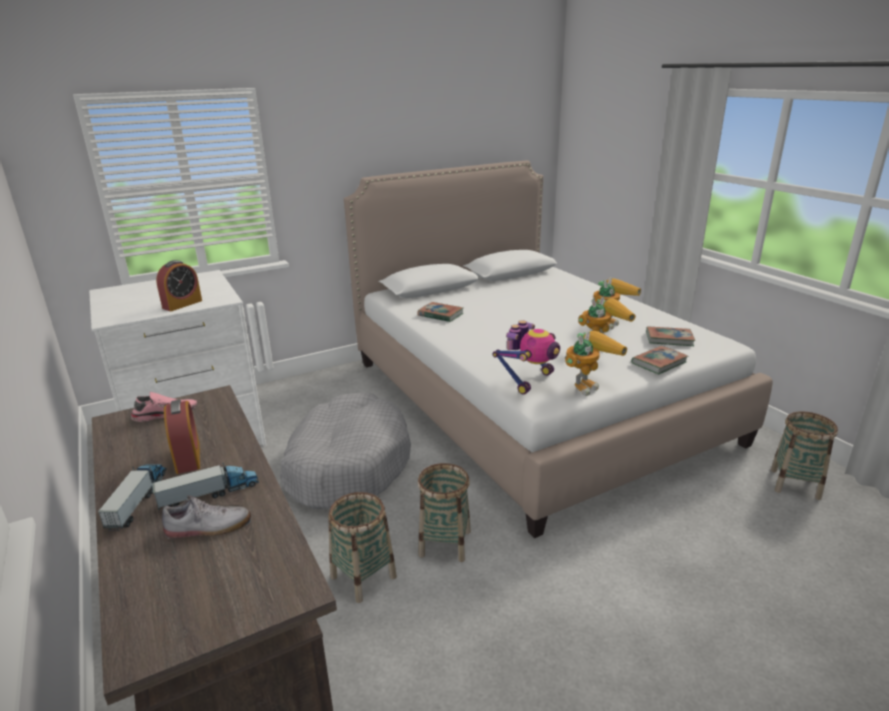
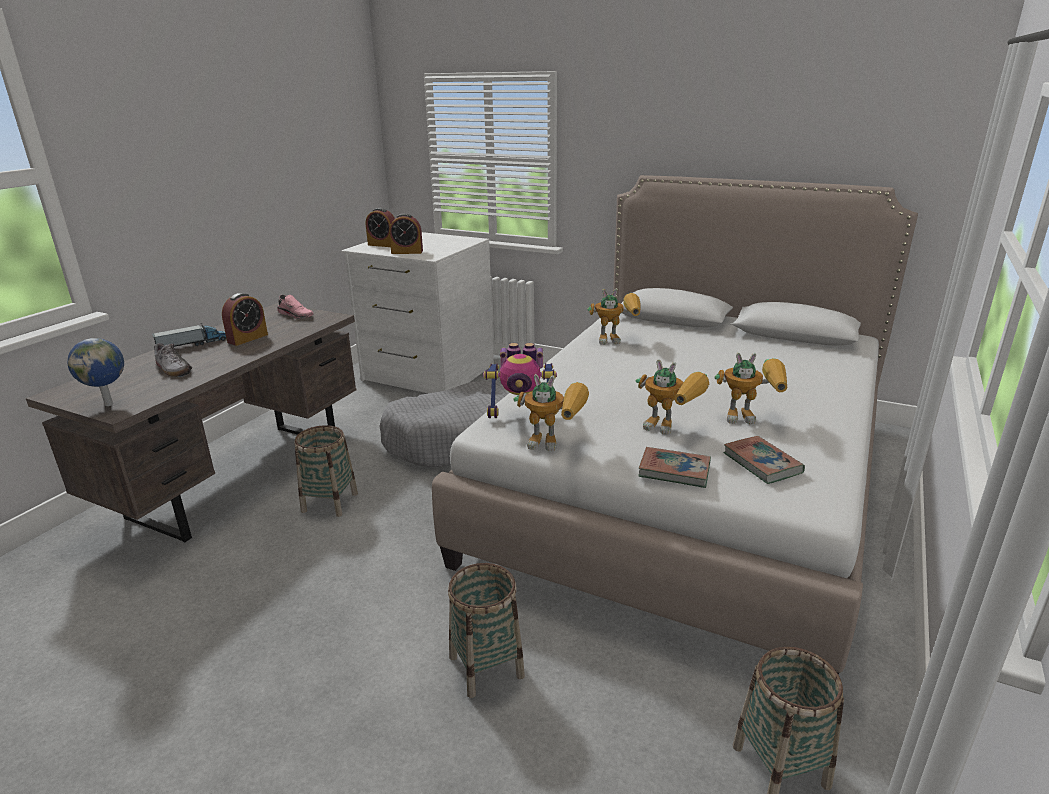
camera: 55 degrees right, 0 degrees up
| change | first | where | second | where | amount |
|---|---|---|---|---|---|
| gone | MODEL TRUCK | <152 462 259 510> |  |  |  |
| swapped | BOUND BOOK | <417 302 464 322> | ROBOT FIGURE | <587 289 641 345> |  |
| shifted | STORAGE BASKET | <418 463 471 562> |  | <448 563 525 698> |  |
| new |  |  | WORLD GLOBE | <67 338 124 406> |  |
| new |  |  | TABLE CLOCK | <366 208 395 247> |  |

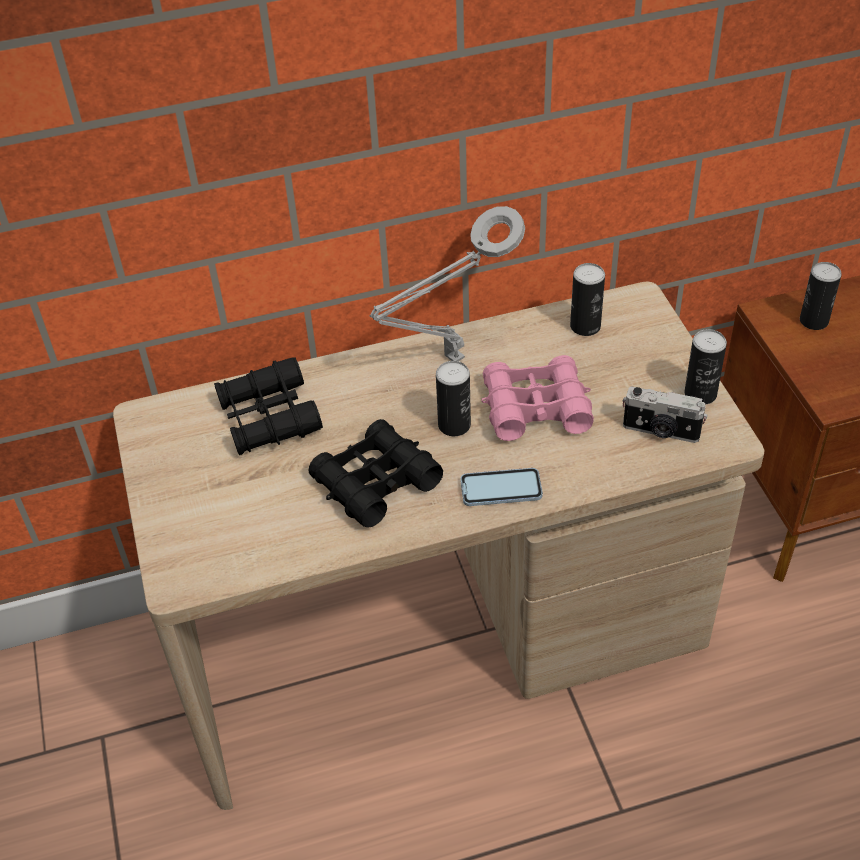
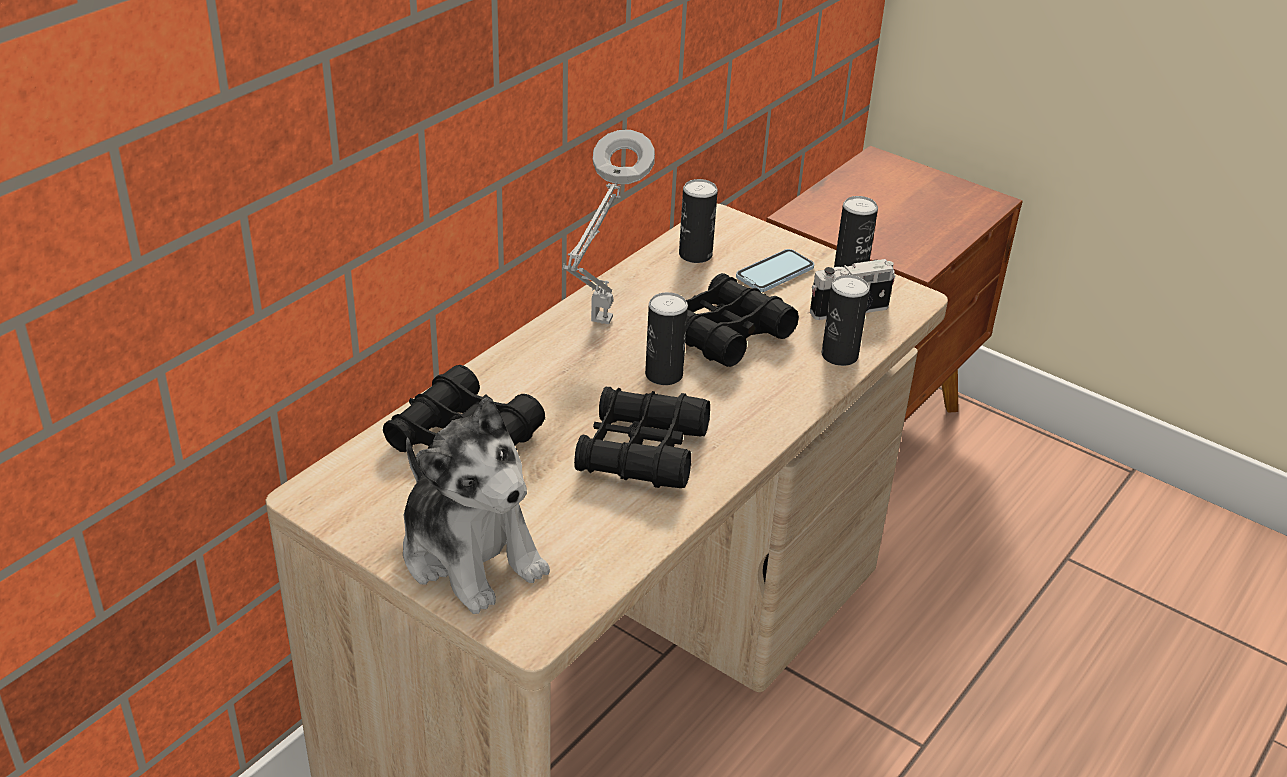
camera: 40 degrees left, 10 degrees down
| change | first | where | second | where | amount |
|---|---|---|---|---|---|
| shifted | TELEPHONE | <460 468 543 506> |  | <736 249 814 292> |  |
| repainted | PINK PAIR OF BINOCULARS | <481 355 594 441> | BLACKISH PAIR OF BINOCULARS | <685 273 799 367> |  |
| shifted | CAN | <800 262 842 330> |  | <822 275 869 366> |  |
| new |  |  | CUDDLY TOY | <403 397 550 614> |  |

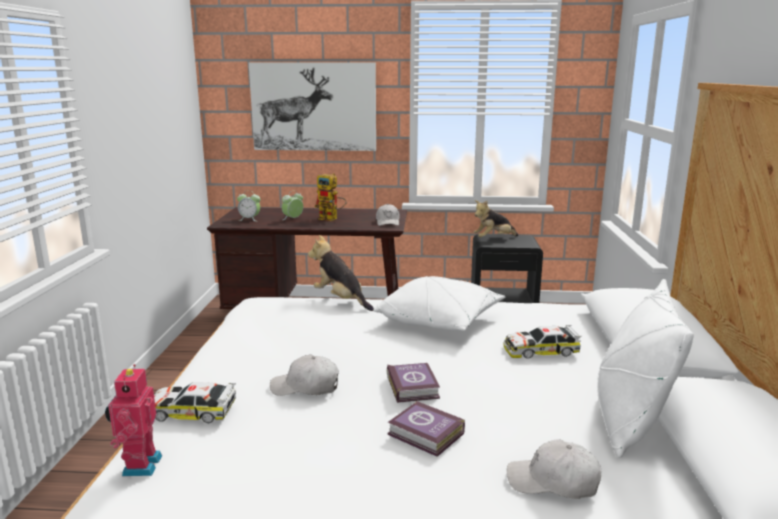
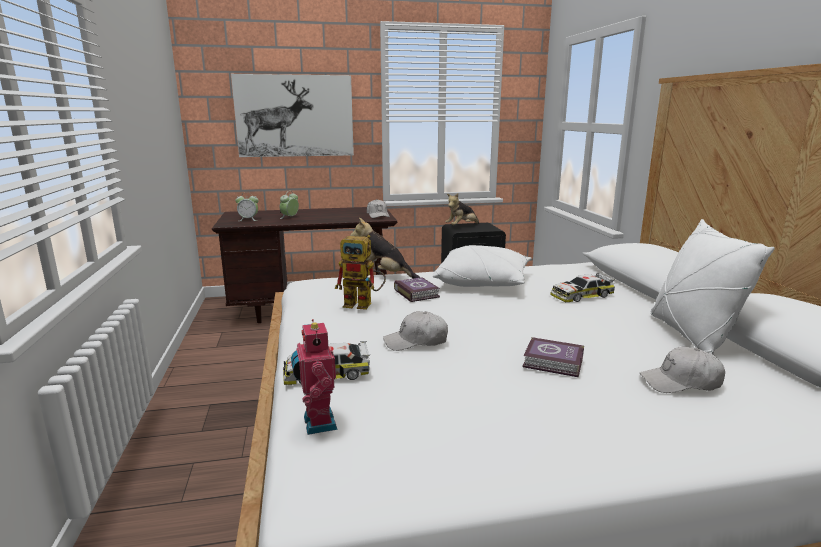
camera: 15 degrees left, 0 degrees up
| change | first | where | second | where | amount |
|---|---|---|---|---|---|
| shifted | ROBOT FIGURE | <315 173 347 221> |  | <335 235 386 310> |  |
| shifted | BOUND BOOK | <387 363 440 403> |  | <394 277 440 302> |  |

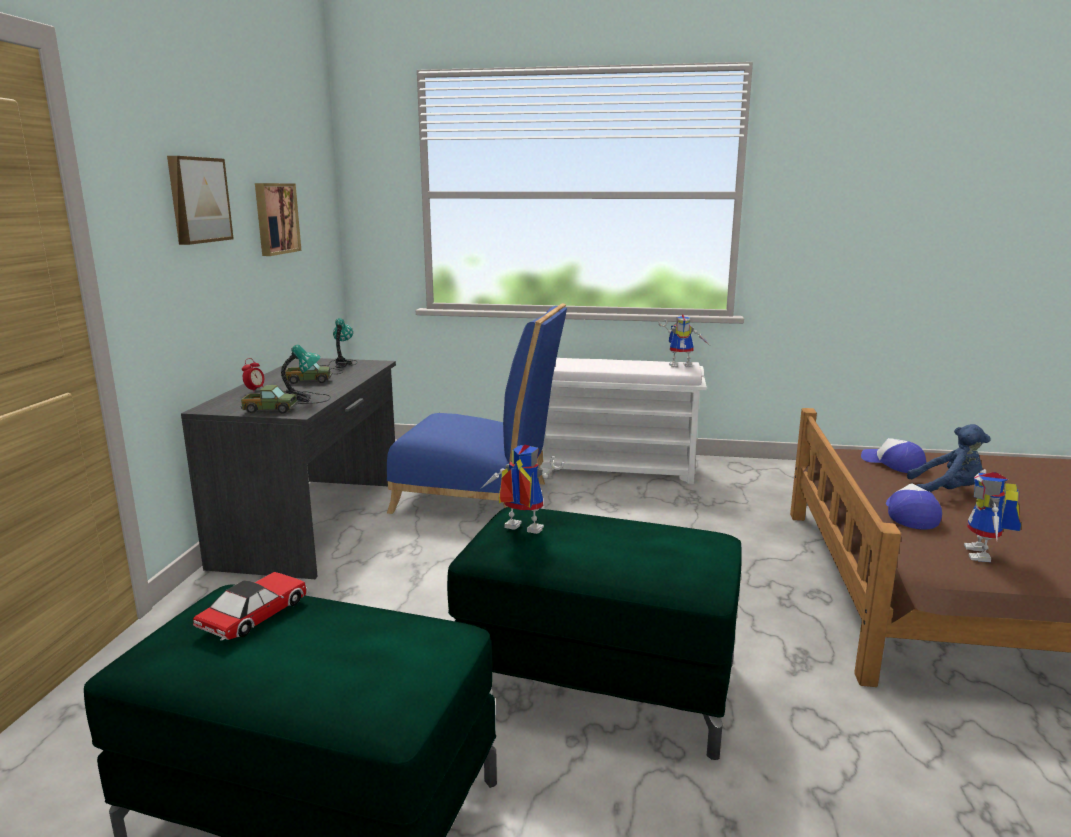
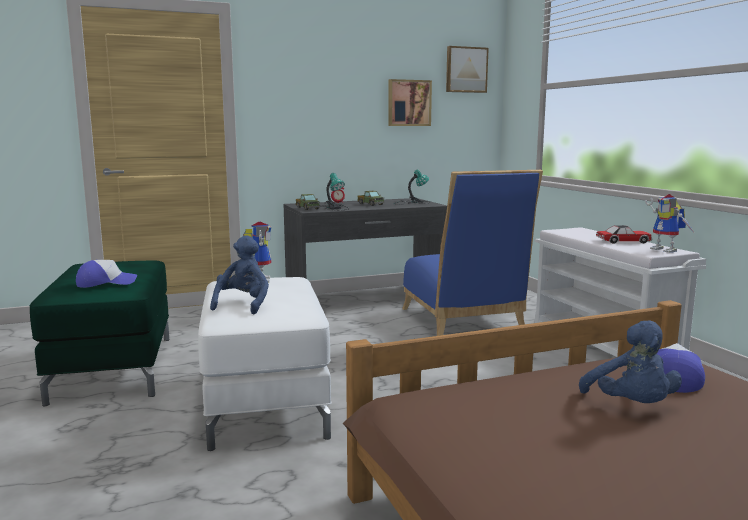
camera: 60 degrees right, 5 degrees down
| change | first | where | second | where | amount |
|---|---|---|---|---|---|
| shifted | WALL ART | <167 156 234 245> |  | <446 46 489 93> |  |
| shifted | MINIATURE CAR | <193 572 309 641> |  | <596 225 653 244> |  |
| repainted | GREENISH FOOTREST | <447 507 742 760> | WHITE FOOTREST | <198 277 332 451> |  |
| shifted | BASEBALL CAP | <886 483 942 530> |  | <76 260 137 288> |  |
| gone | ROBOT FIGURE | <964 469 1021 562> |  |  |  |
| new |  |  | BLUE-COLOURED CUDDLY TOY | <210 235 269 314> |  |

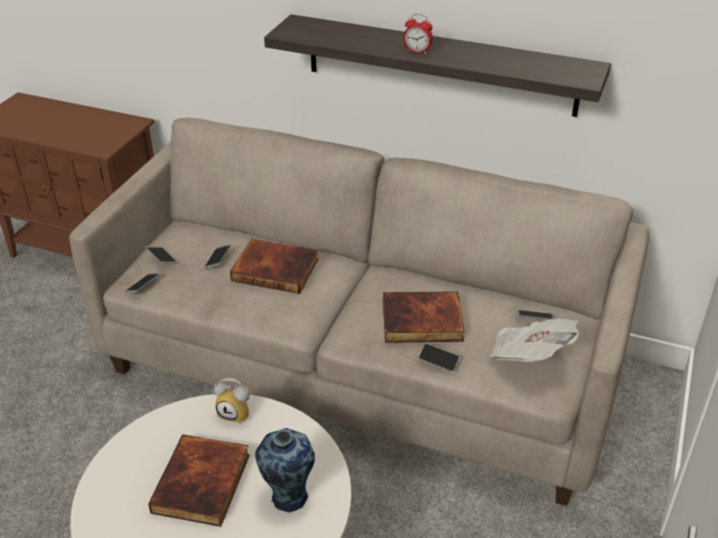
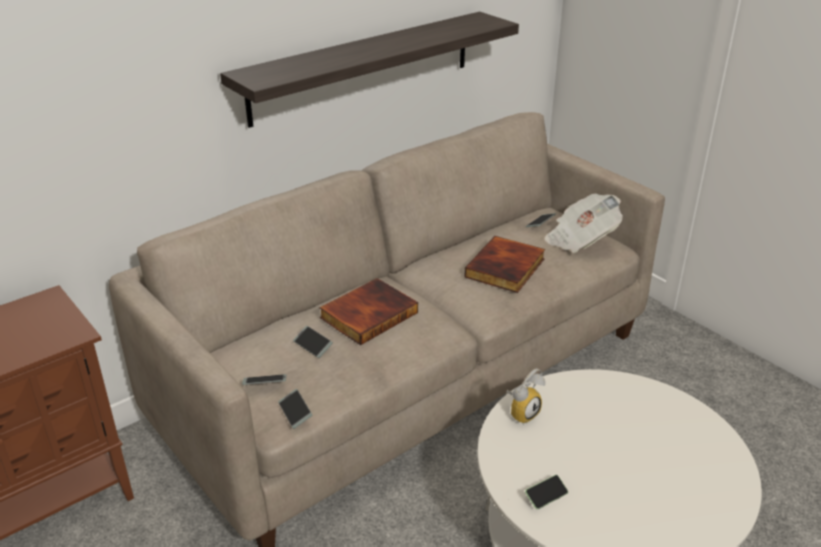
camera: 60 degrees left, 5 degrees down
| change | first | where | second | where | amount |
|---|---|---|---|---|---|
| gone | BOUND BOOK | <148 434 250 527> |  |  |  |
| gone | DECORATIVE VASE | <255 428 315 512> |  |  |  |
| gone | TABLE CLOCK | <403 14 433 55> |  |  |  |
| shifted | TELEPHONE | <419 343 460 372> |  | <525 475 568 509> |  |

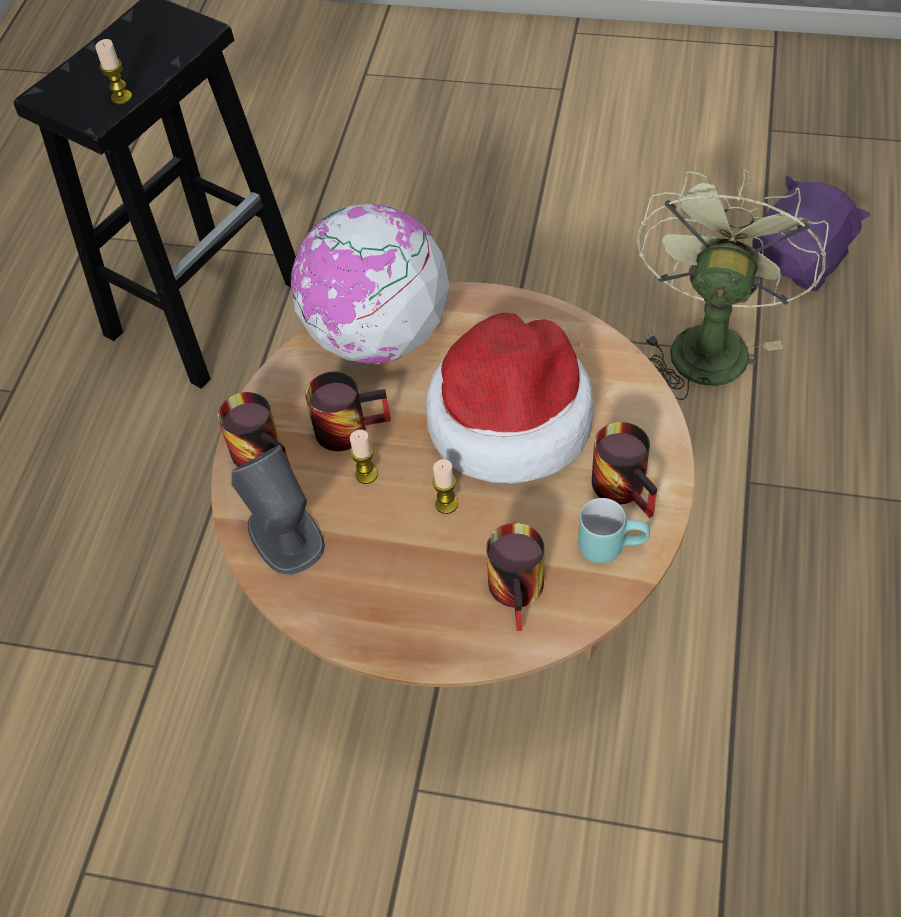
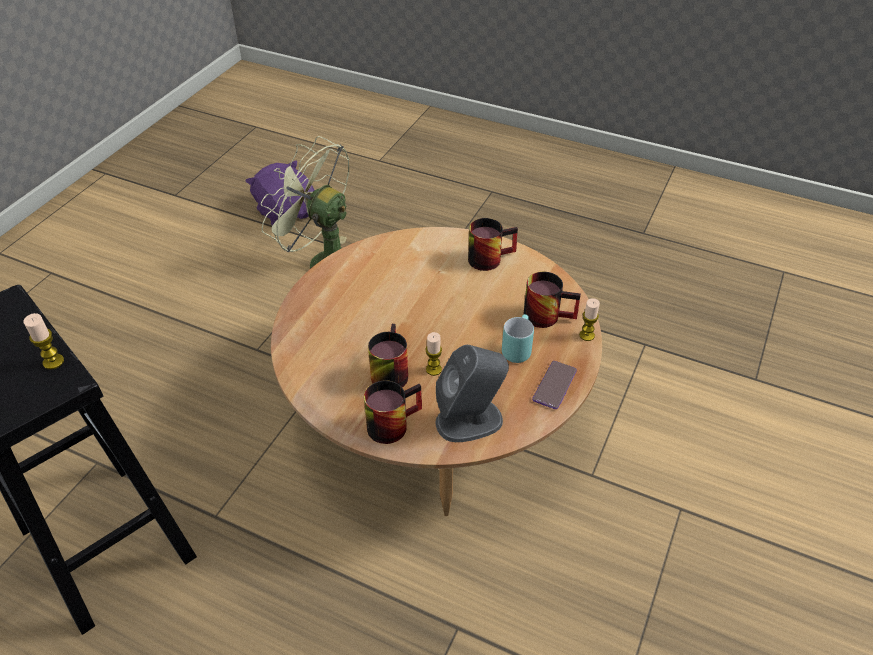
camera: 80 degrees left, 10 degrees down
| change | first | where | second | where | amount |
|---|---|---|---|---|---|
| gone | WORLD GLOBE | <290 204 449 364> |  |  |  |
| gone | WEARABLE HAT | <426 312 593 484> |  |  |  |
| shifted | CANDLE | <432 459 458 514> |  | <579 298 600 341> |  |
| shifted | TURQUOISE COFFEE MUG | <578 498 650 563> |  | <502 314 534 363> |  |
| new |  |  | TELEPHONE | <532 361 577 409> |  |

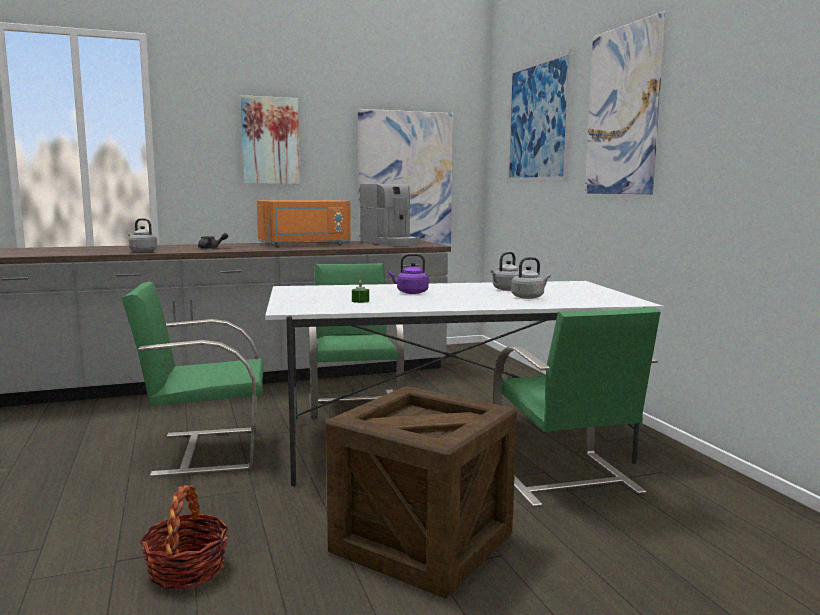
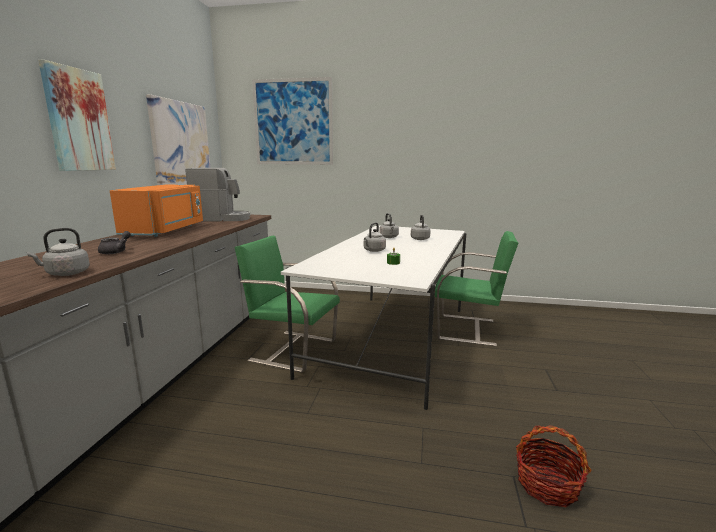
camera: 60 degrees left, 5 degrees up
| change | first | where | second | where | amount |
|---|---|---|---|---|---|
| gone | GREENISH PLAIN CHAIR | <122 282 264 477> |  |  |  |
| gone | CRATE | <326 386 517 598> |  |  |  |
| repainted | PURPLISH TEA KETTLE | <388 254 429 294> | GRAY TEA KETTLE | <364 222 386 252> |  |
| gone | WALL ART | <585 11 666 194> |  |  |  |

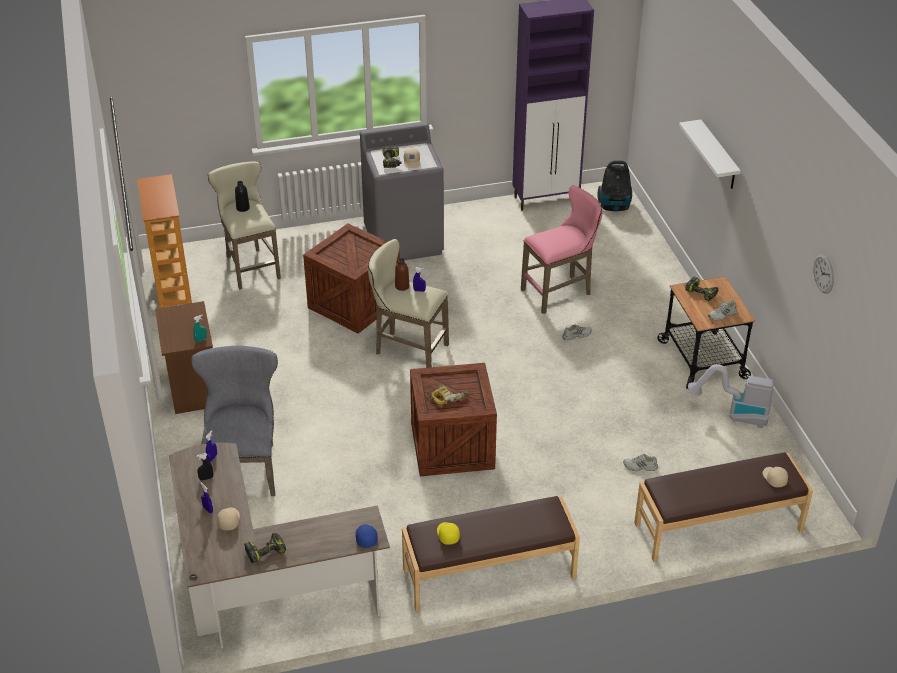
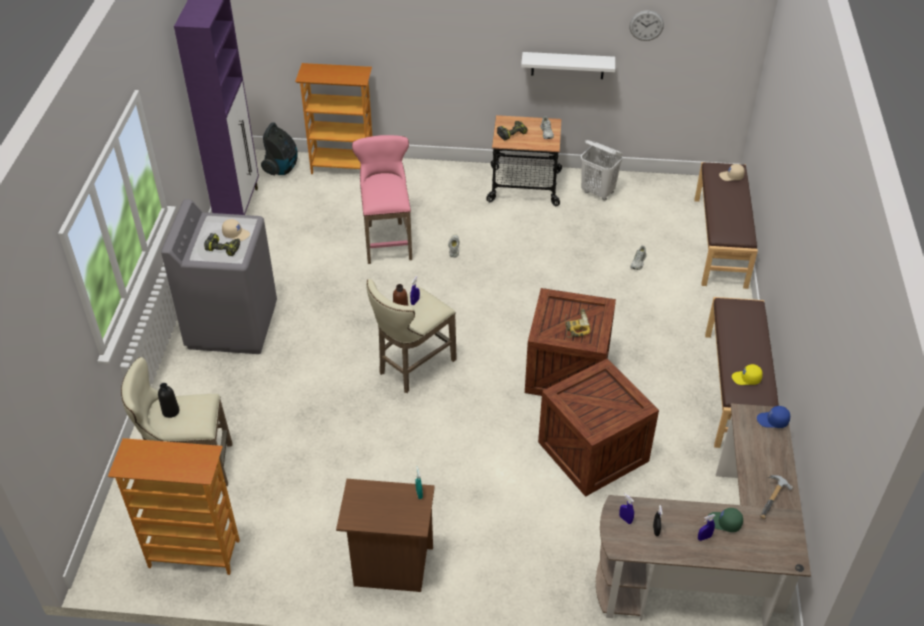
camera: 70 degrees left, 5 degrees up
| change | first | where | second | where | amount |
|---|---|---|---|---|---|
| gone | GRAY PLAIN CHAIR | <191 346 278 496> |  |  |  |
| repainted | BEIGE BASEBALL CAP | <217 507 240 531> | GREENISH BASEBALL CAP | <708 508 743 532> |  |
| swapped | POWER DRILL | <244 533 286 563> | TOOL HAMMER | <760 475 793 519> |  |
| shifted | CRATE | <303 224 400 334> |  | <538 358 659 497> |  |
| shifted | WHITE SHELF | <679 120 741 189> |  | <521 52 615 79> |  |
| swapped | VACUUM CLEANER | <688 364 774 428> | WHITE WASHING BASKET | <581 140 623 201> |  |
| new |  |  | SHELVING UNIT | <295 63 372 174> |  |

